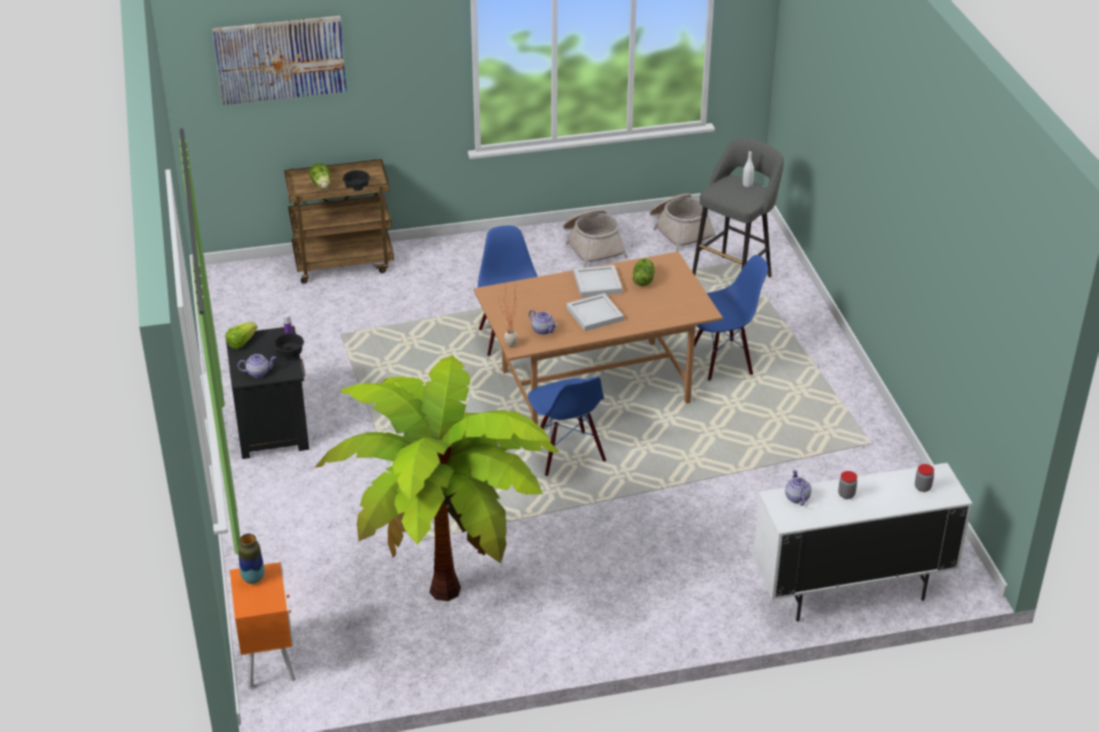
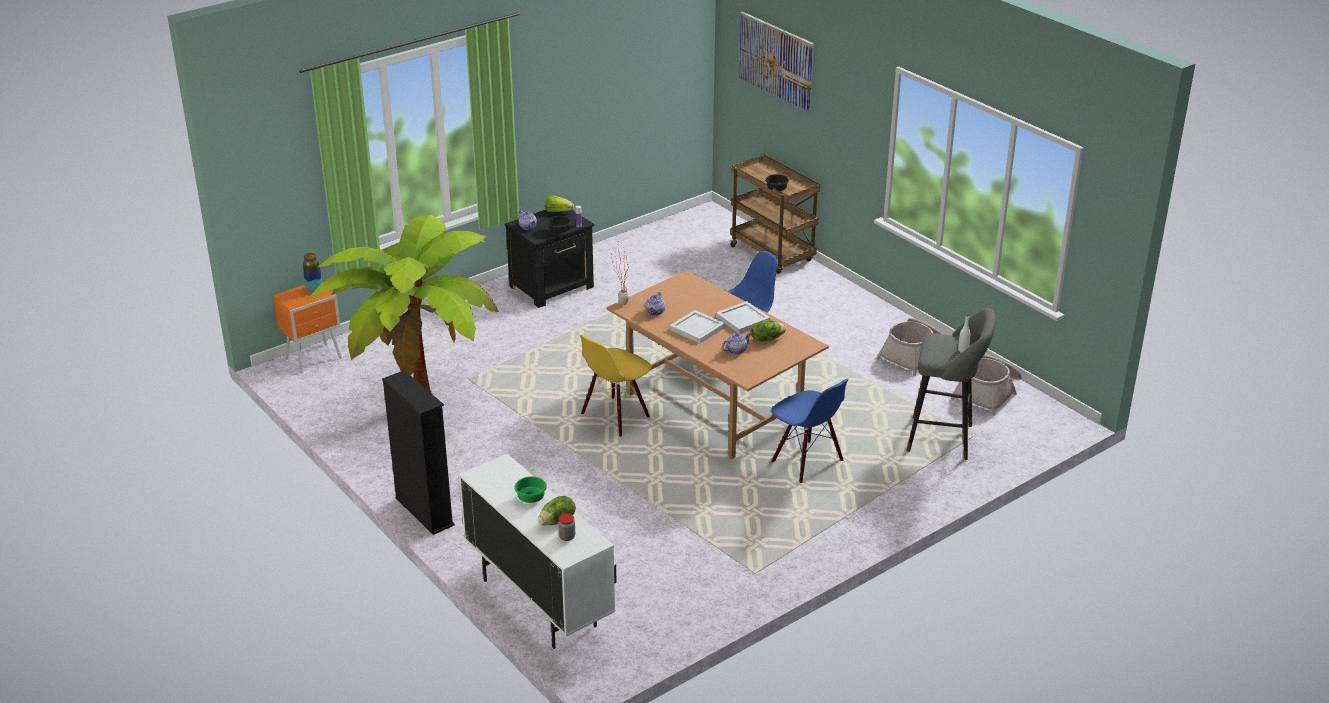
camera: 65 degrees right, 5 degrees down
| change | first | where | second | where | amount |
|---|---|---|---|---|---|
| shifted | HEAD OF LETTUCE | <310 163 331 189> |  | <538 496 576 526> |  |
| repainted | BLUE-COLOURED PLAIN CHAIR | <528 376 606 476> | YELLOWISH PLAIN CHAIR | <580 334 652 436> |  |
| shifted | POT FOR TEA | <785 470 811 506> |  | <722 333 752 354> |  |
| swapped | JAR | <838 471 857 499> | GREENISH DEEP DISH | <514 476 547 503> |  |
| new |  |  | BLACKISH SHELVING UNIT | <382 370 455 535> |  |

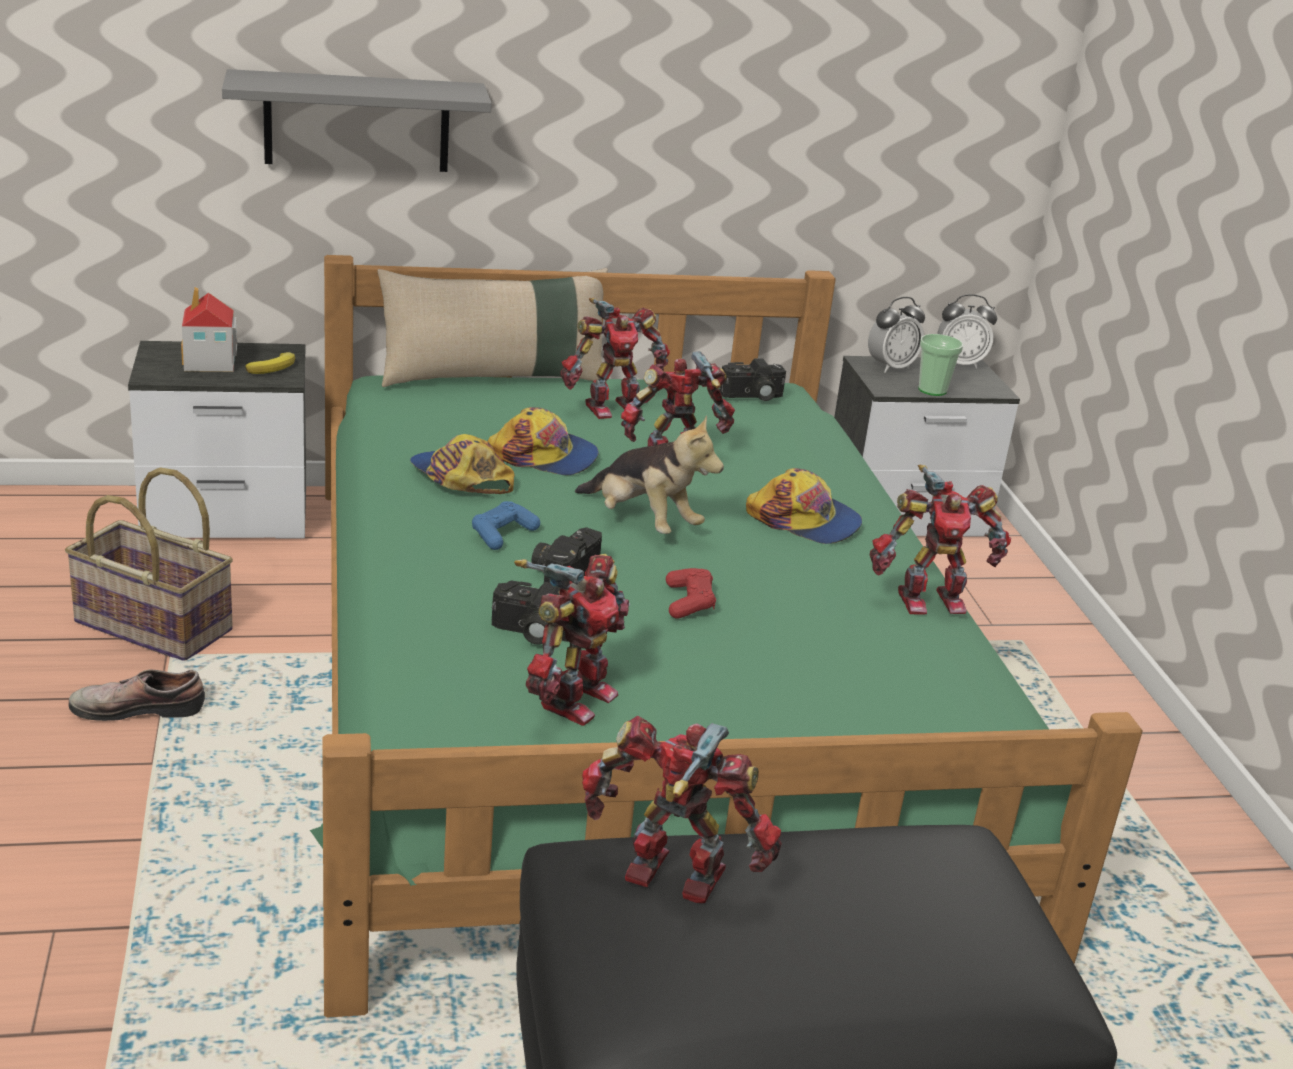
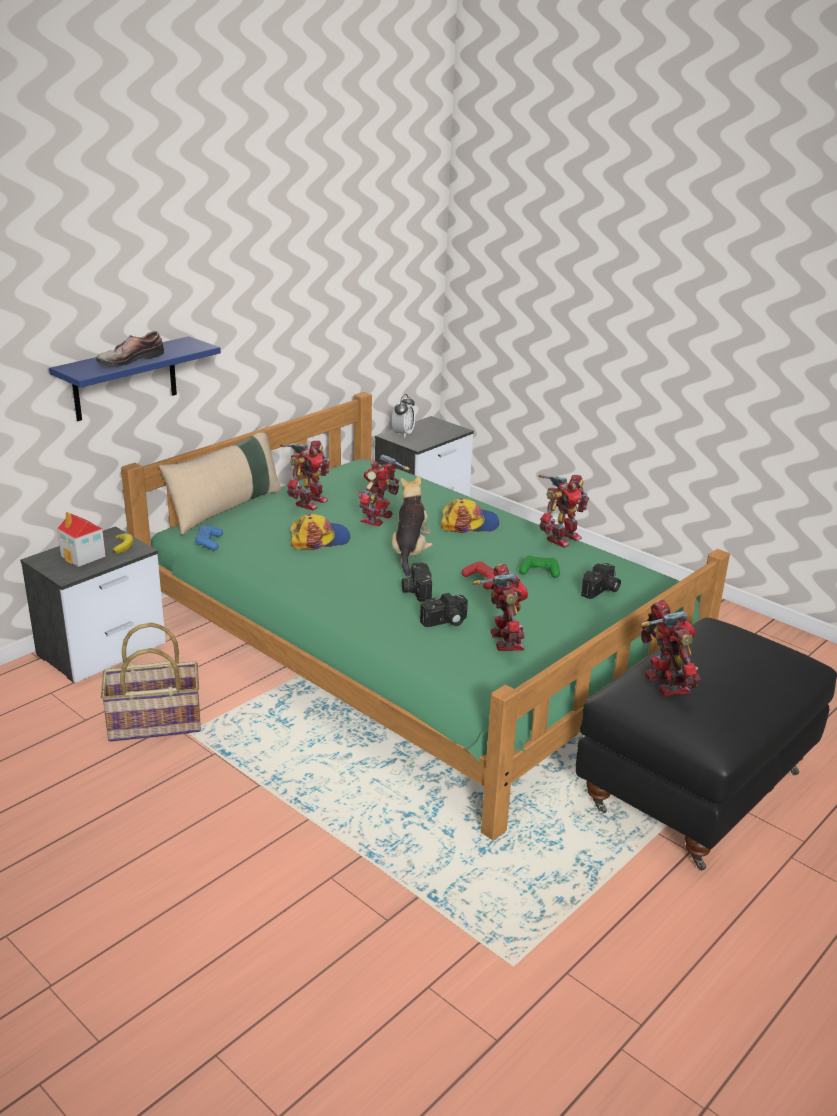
camera: 35 degrees left, 0 degrees up
| change | first | where | second | where | amount |
|---|---|---|---|---|---|
| shifted | ITEM OF FOOTWEAR | <68 669 205 721> |  | <96 331 164 367> |  |
| repainted | GRAY SHELF | <222 69 492 172> | BLUE-COLOURED SHELF | <49 336 221 421> |  |
| gone | BASEBALL CAP | <410 434 514 494> |  |  |  |
| shifted | BLUE-COLOURED JOYPAD | <472 501 540 550> |  | <195 526 223 550> |  |
| rotated | CUDDLY TOY | <575 415 724 534> |  | <392 475 433 576> | 90 degrees counterclockwise |
| rotated | ROBOT FIGURE | <582 716 782 903> |  | <641 600 701 696> | 90 degrees clockwise |
| shifted | STILL CAMERA | <719 359 786 401> |  | <581 563 621 599> |  |
| gone | SMALL CUP | <918 334 963 396> |  |  |  |
| gone | TABLE CLOCK | <938 294 997 369> |  |  |  |
| new |  |  | GREENISH JOYPAD | <519 555 560 578> |  |

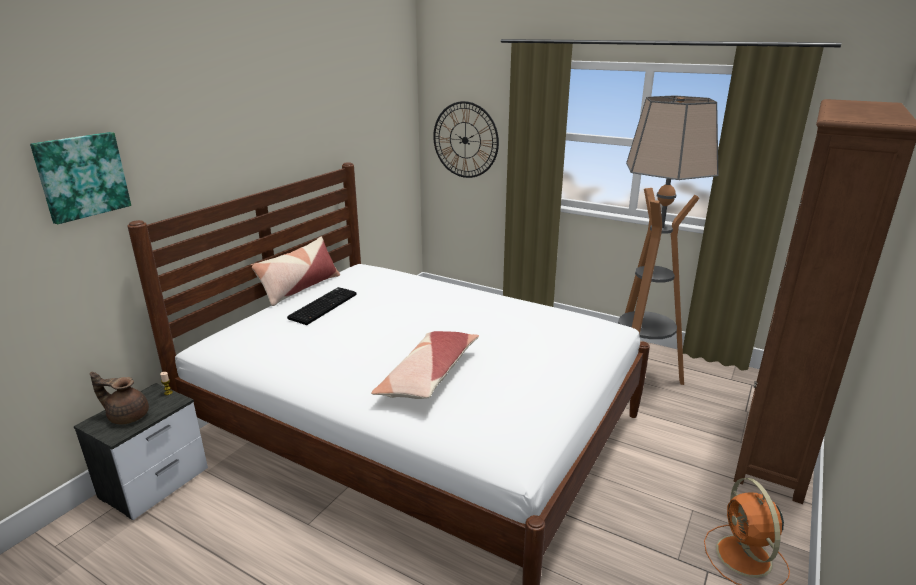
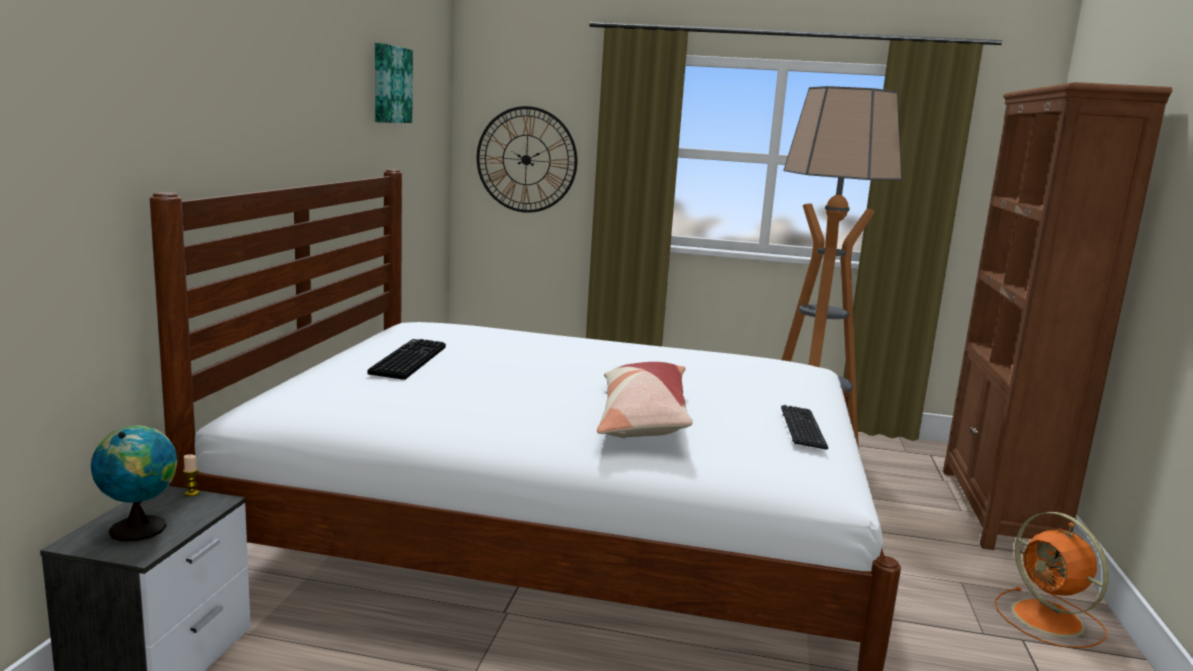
camera: 20 degrees left, 10 degrees down
| change | first | where | second | where | amount |
|---|---|---|---|---|---|
| shifted | WALL ART | <30 132 131 224> |  | <375 43 413 123> |  |
| swapped | BROWNISH POT FOR TEA | <90 372 149 424> | WORLD GLOBE | <91 425 178 541> |  |
| gone | PILLOW | <251 237 340 306> |  |  |  |
| new |  |  | PC KEYBOARD | <781 405 828 450> |  |

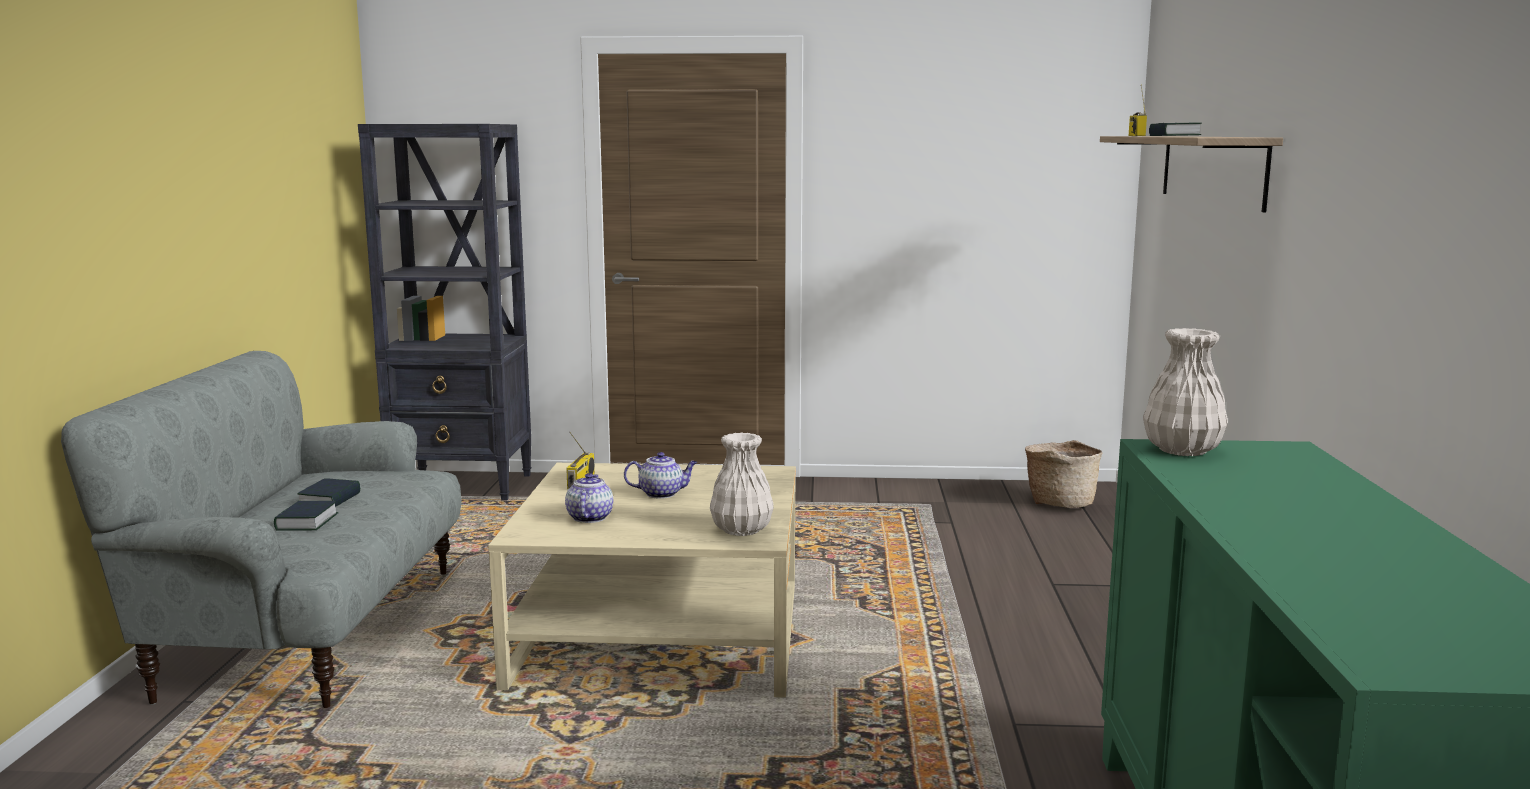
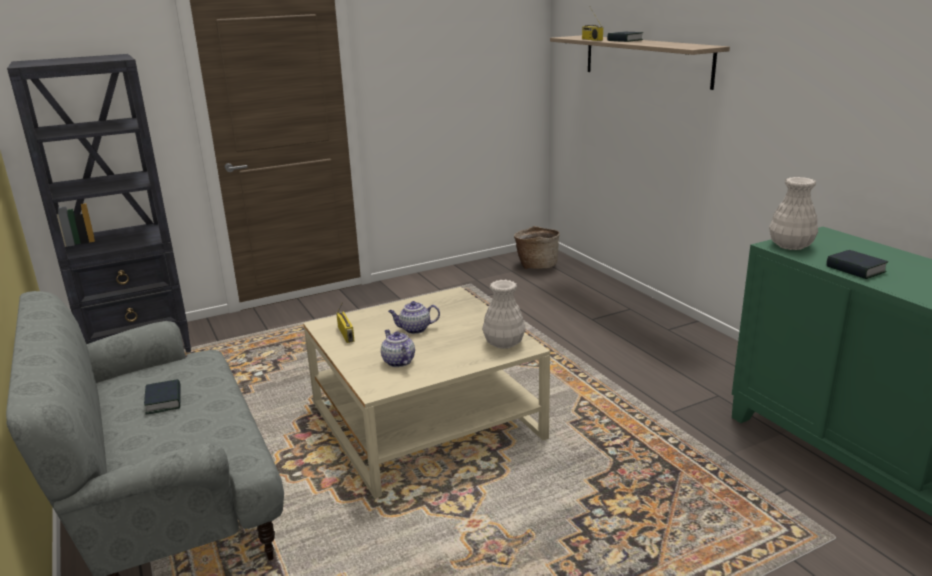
camera: 30 degrees left, 10 degrees up
| change | first | where | second | where | amount |
|---|---|---|---|---|---|
| shifted | BOUND BOOK | <274 501 338 531> |  | <826 250 888 279> |  |
| rotated | POT FOR TEA | <624 452 698 499> |  | <388 301 440 334> | 150 degrees counterclockwise |

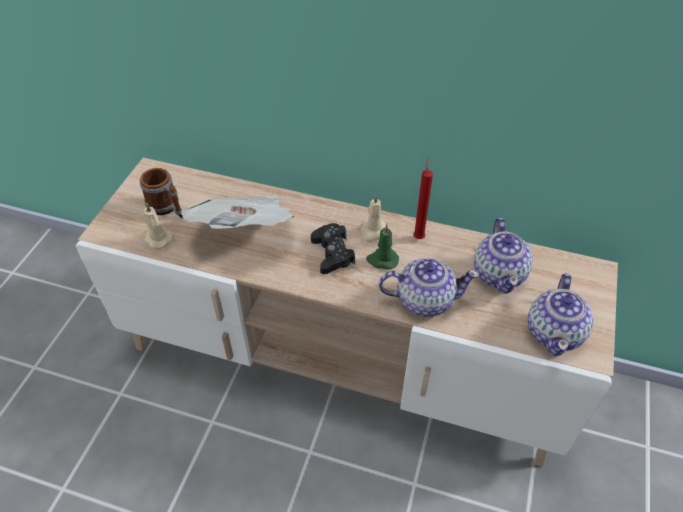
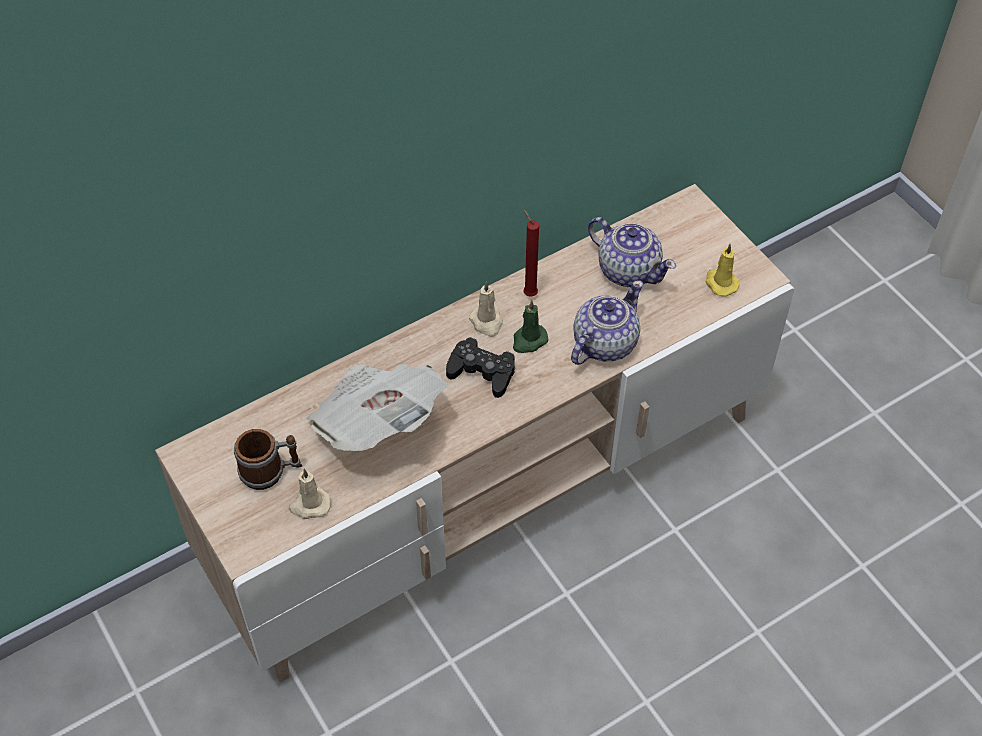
camera: 50 degrees left, 5 degrees up
| change | first | where | second | where | amount |
|---|---|---|---|---|---|
| swapped | POT FOR TEA | <528 273 593 356> | YELLOWISH CANDLE | <705 244 740 296> |  |

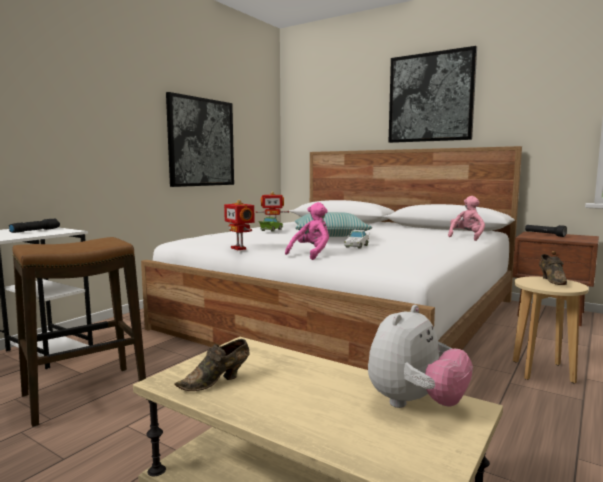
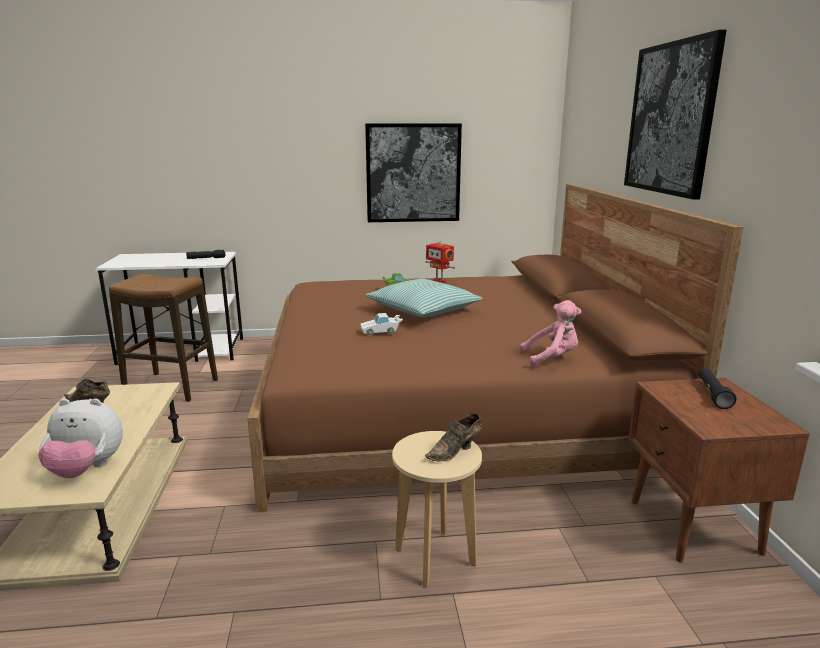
camera: 50 degrees right, 10 degrees up
| change | first | where | second | where | amount |
|---|---|---|---|---|---|
| repainted | WHITE BEDROOM BED | <141 146 522 370> | BROWNISH BEDROOM BED | <247 184 744 512> |  |
| gone | ROBOT FIGURE | <224 200 255 250> |  |  |  |
| gone | PINK CUDDLY TOY | <285 202 329 260> |  |  |  |

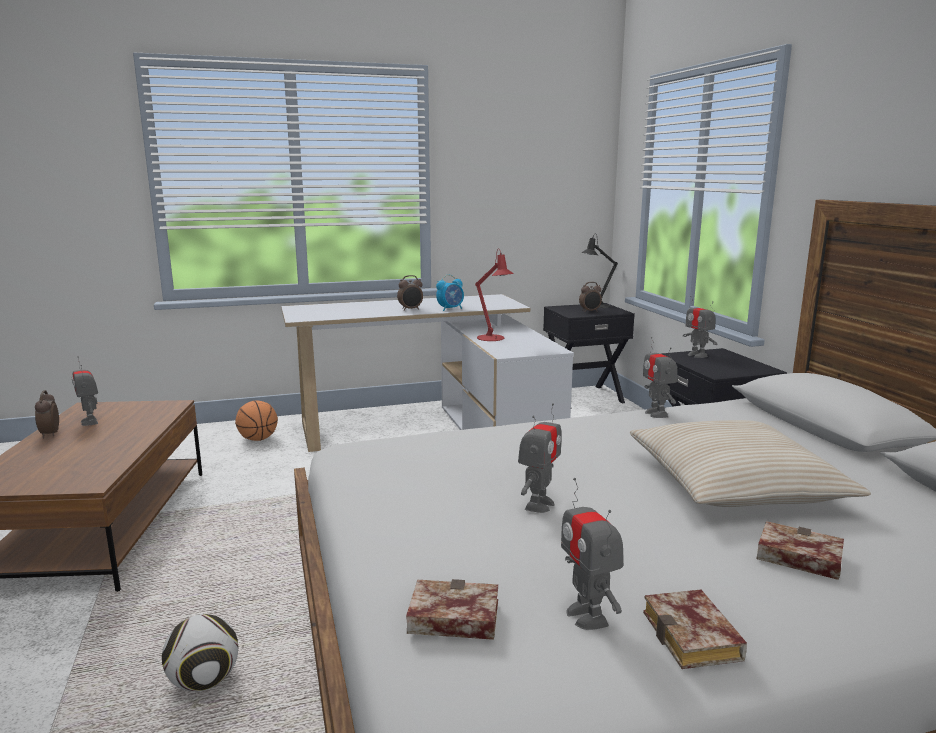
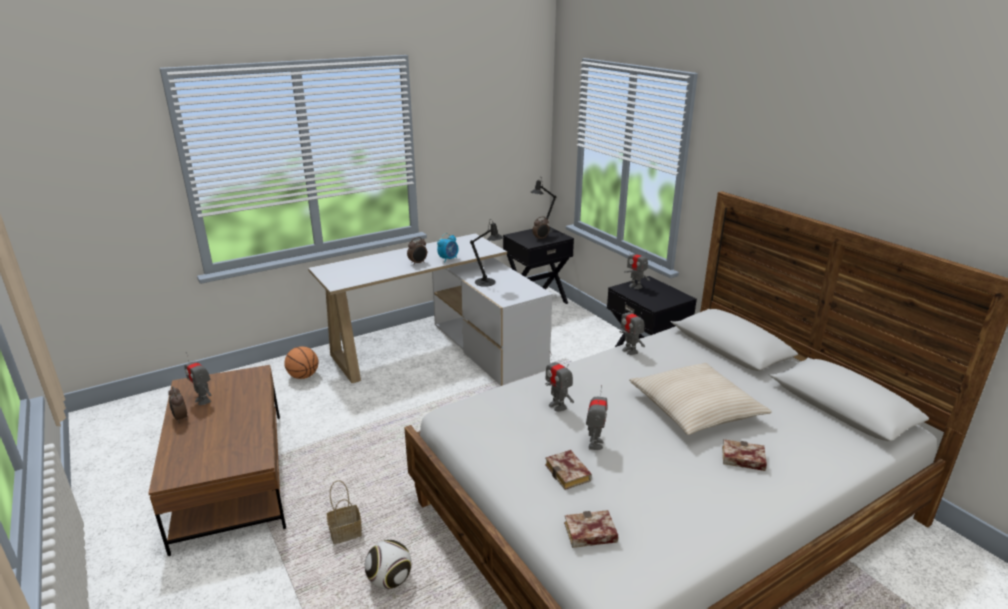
camera: 15 degrees left, 10 degrees up
| change | first | where | second | where | amount |
|---|---|---|---|---|---|
| repainted | RED LAMP FOR A TABLE | <475 248 514 341> | BLACKISH LAMP FOR A TABLE | <470 219 504 287> |  |
| shifted | ROBOT FIGURE | <561 478 623 630> |  | <545 351 574 412> |  |
| shifted | BOUND BOOK | <643 589 747 669> |  | <545 450 592 490> |  |
| new |  |  | STORAGE BASKET | <326 480 362 544> |  |

